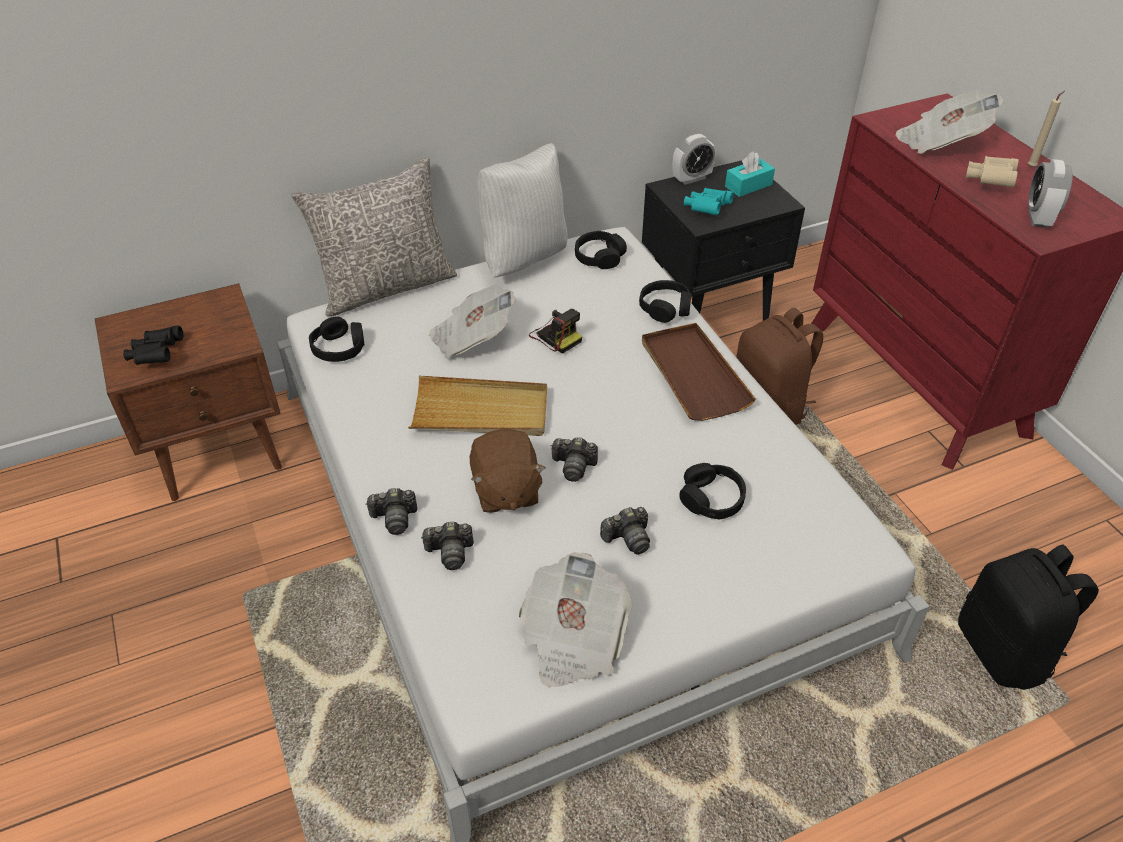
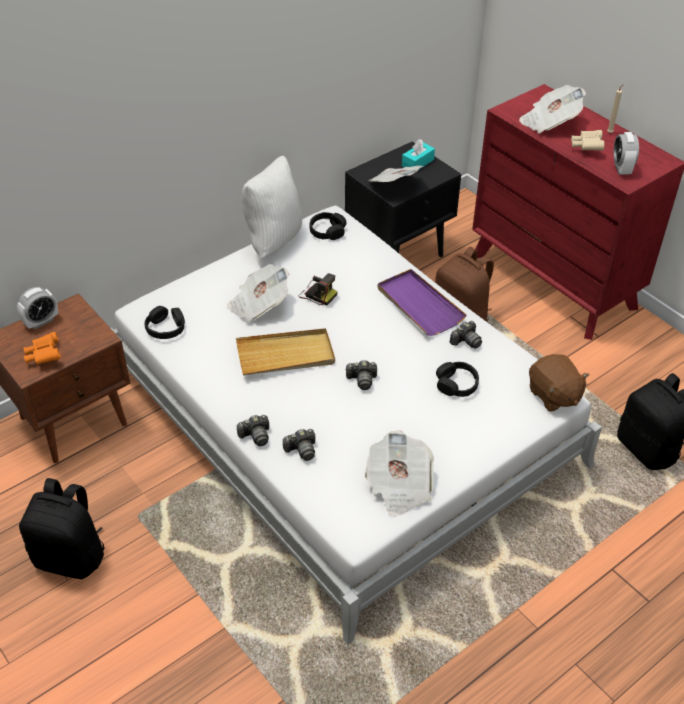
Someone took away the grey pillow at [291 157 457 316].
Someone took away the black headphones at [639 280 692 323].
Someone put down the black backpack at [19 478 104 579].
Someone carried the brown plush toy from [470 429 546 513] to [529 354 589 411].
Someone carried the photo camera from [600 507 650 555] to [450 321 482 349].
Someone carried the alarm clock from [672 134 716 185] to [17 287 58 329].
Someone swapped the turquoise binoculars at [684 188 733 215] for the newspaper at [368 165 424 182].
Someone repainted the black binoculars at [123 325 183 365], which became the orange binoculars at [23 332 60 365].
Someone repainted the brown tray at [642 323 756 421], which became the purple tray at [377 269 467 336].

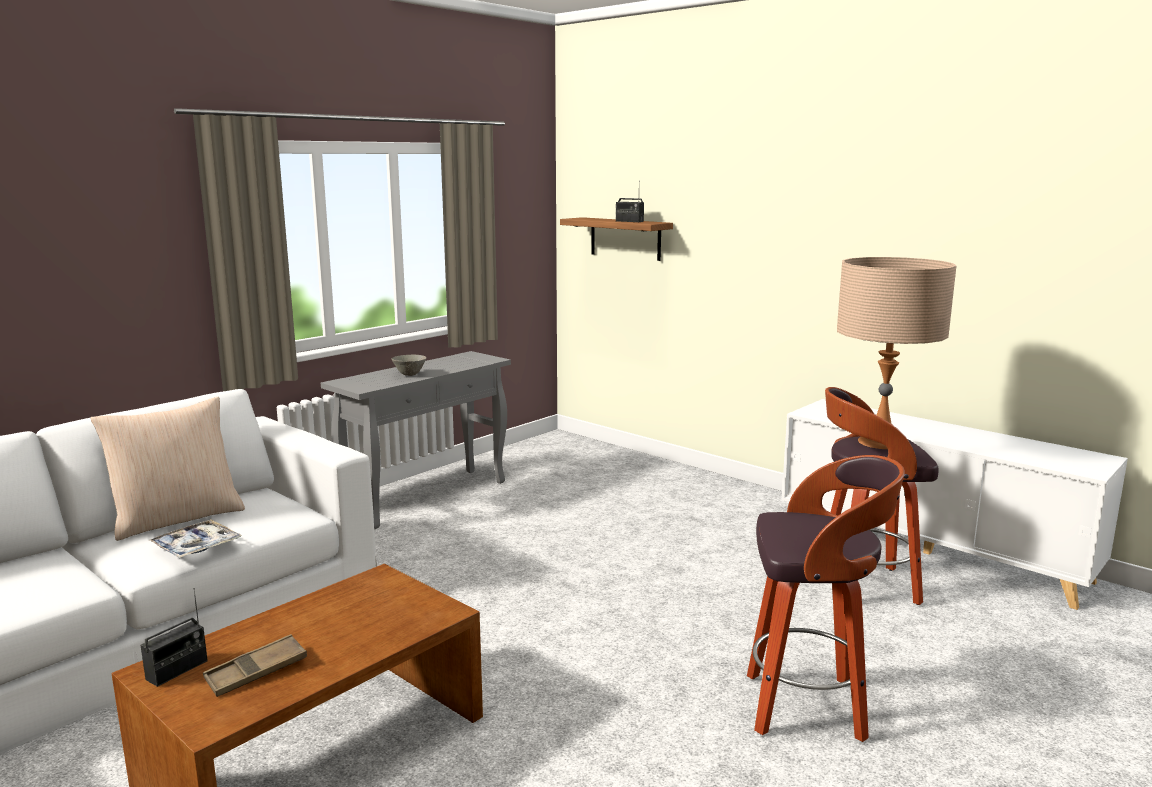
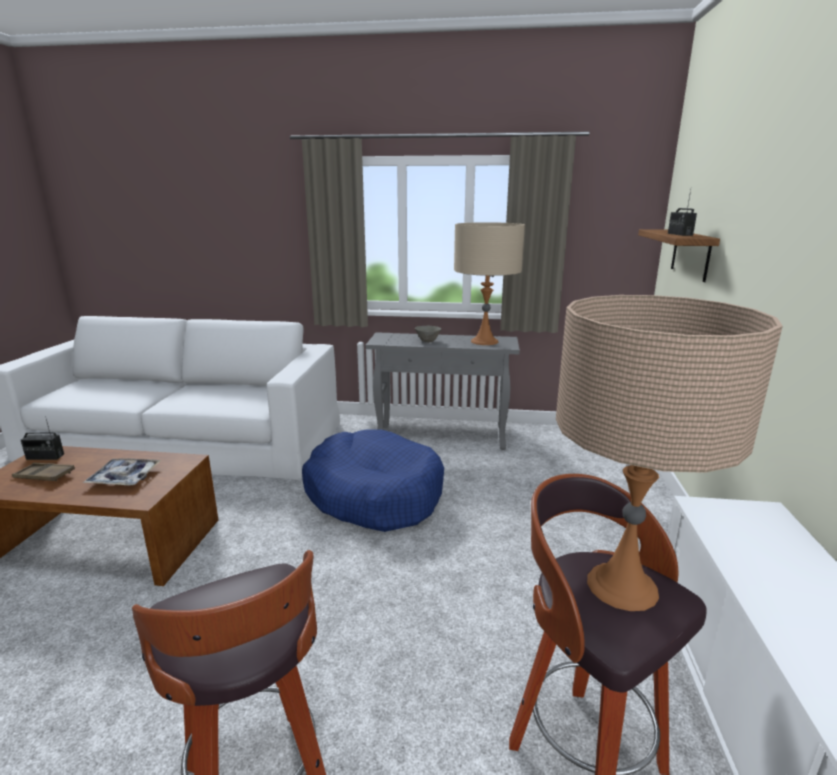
Someone took away the beige pillow at [90 397 245 541].
Someone put down the blue dog bed at [302 430 444 532].
Someone put down the beige table lamp at [454 222 525 345].
Someone carried the tray from [148 519 242 558] to [83 458 161 486].

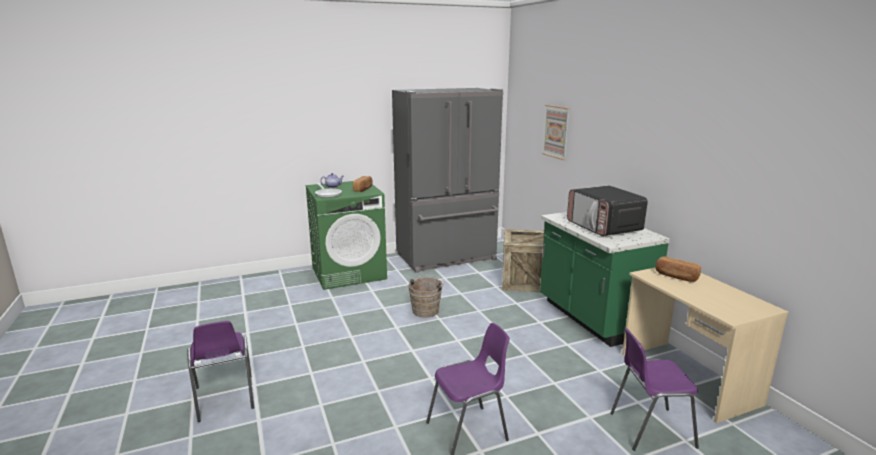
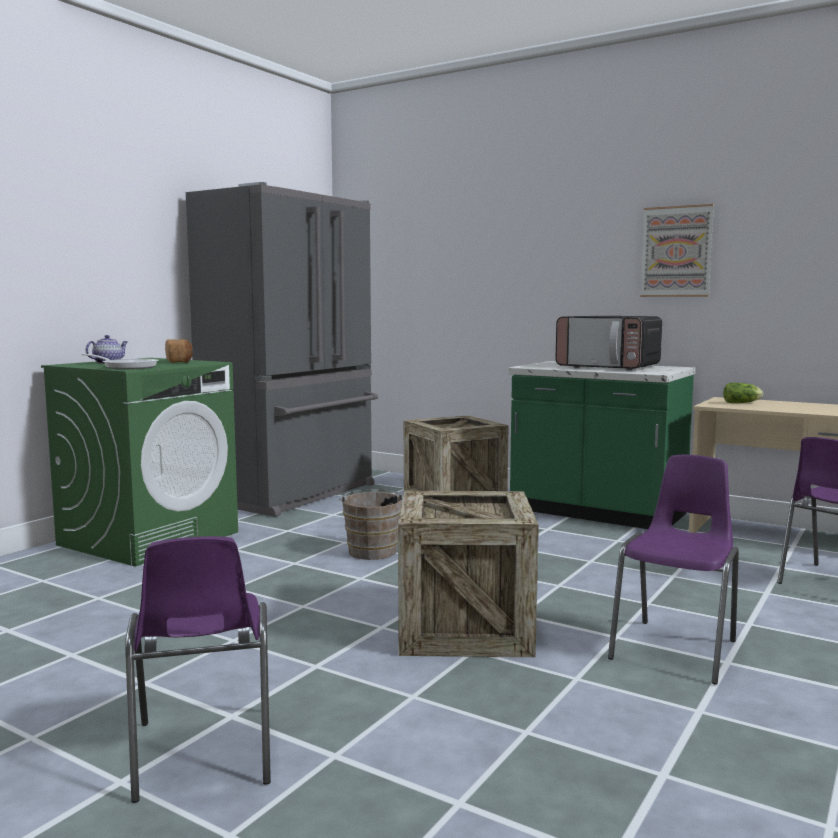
Someone put down the crate at [398 491 539 657].
Someone carried the picture from [542 105 570 160] to [640 204 714 297].
Someone swapped the bread at [655 256 701 282] for the lettuce at [723 383 763 403].
Someone rotated the purple chair at [187 321 254 422] by 45 degrees clockwise.

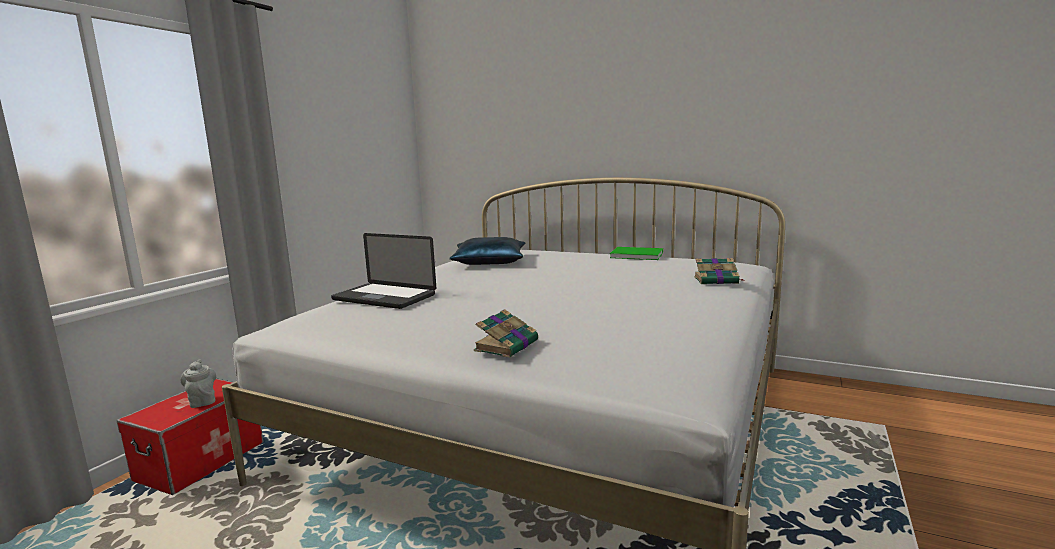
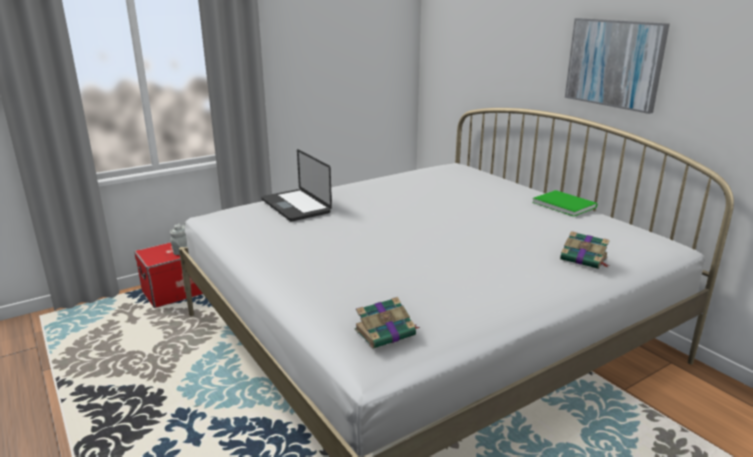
Someone took away the blue pillow at [449 237 526 265].
Someone put up the picture at [565 18 670 114].
Someone carried the book from [474 309 538 358] to [355 297 420 349].

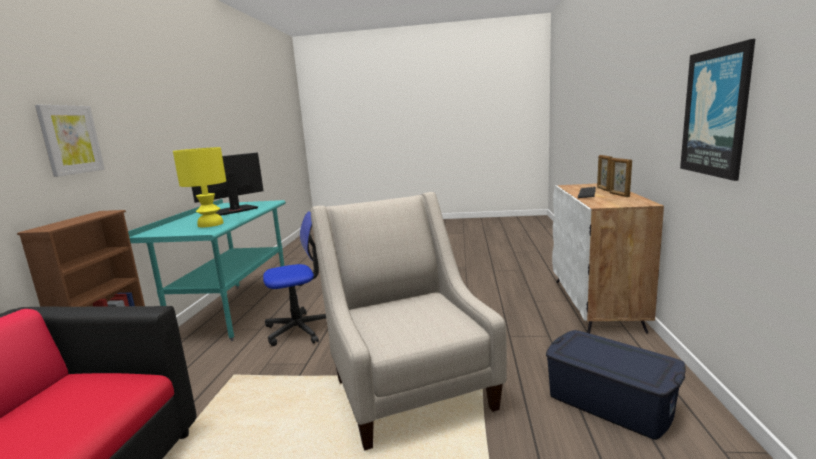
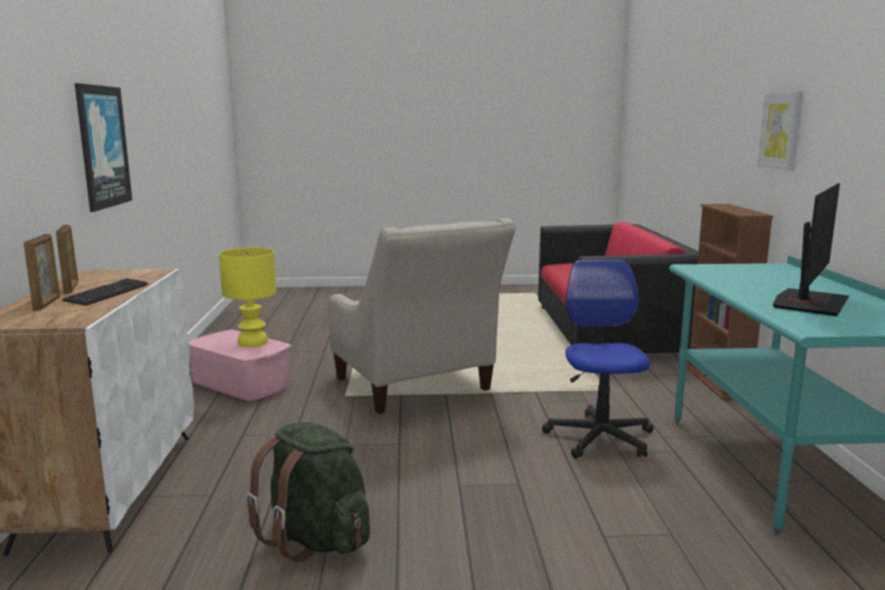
Someone put down the green backpack at [246 422 370 562].
Someone carried the yellow table lamp from [173 147 226 227] to [219 248 276 347].
Someone repainted the blue storage box at [546 330 686 440], which became the pink storage box at [188 330 291 401].
Someone rotated the office chair at [263 211 326 346] by 120 degrees clockwise.

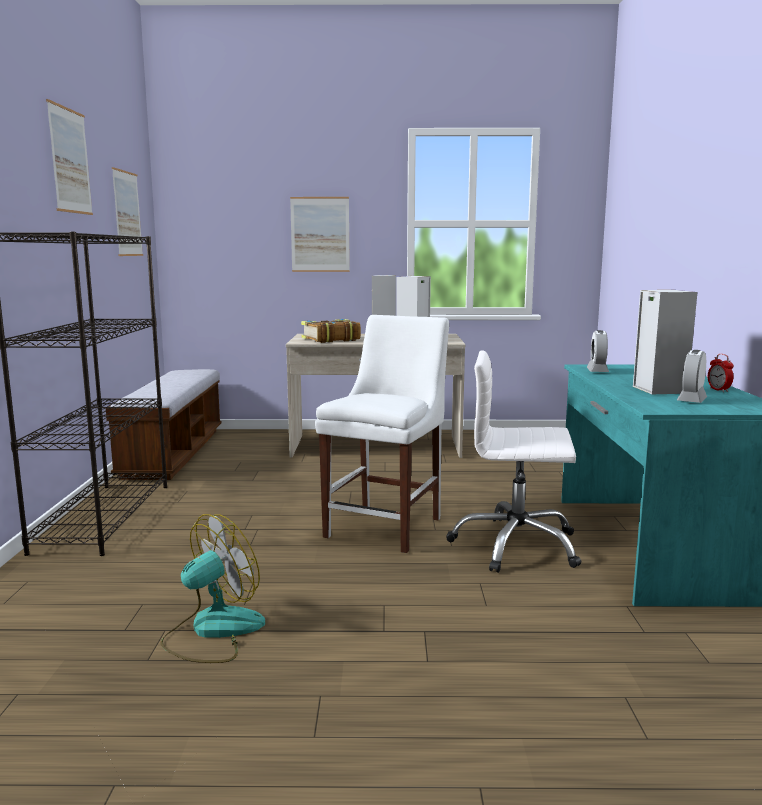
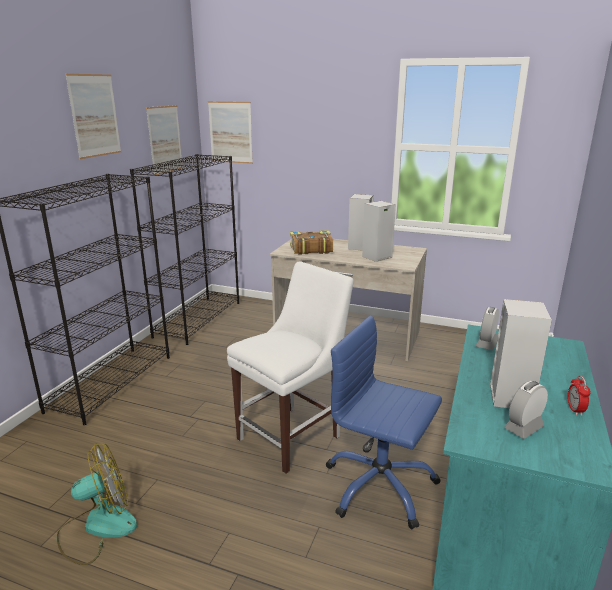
Someone carried the picture from [290 197 350 272] to [208 101 253 164].
Someone swapped the bench at [106 369 222 480] for the black bookcase at [130 154 239 345].
Someone repainted the white office chair at [446 350 581 573], which became the blue office chair at [326 316 442 529].

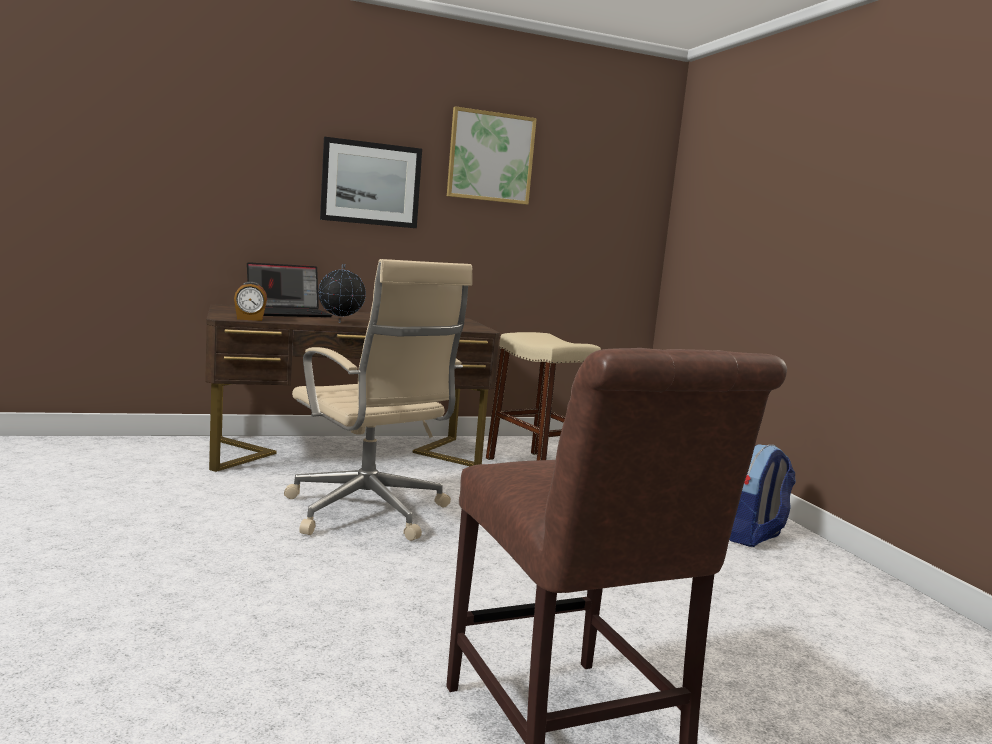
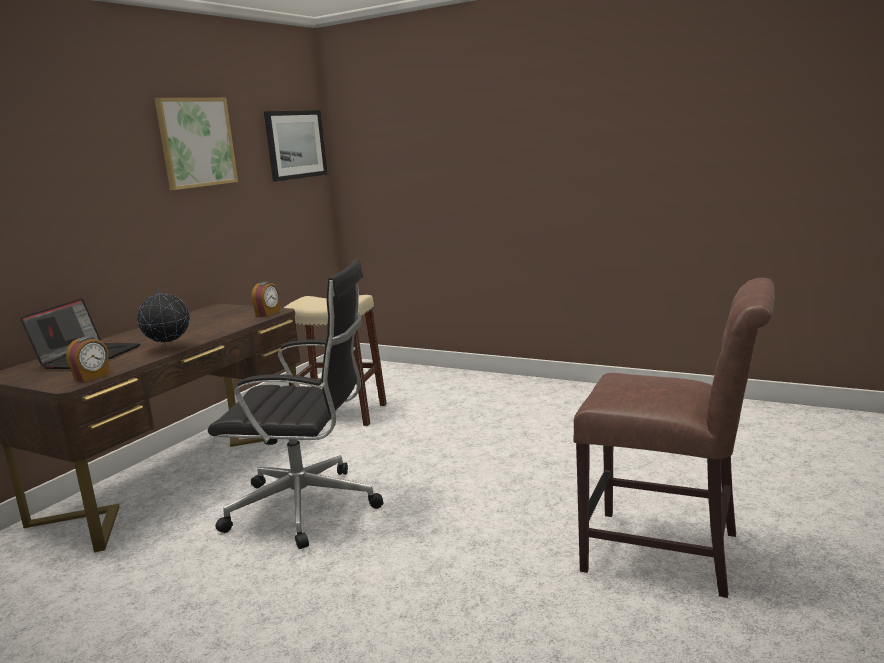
Someone took away the backpack at [729 444 796 547].
Someone put down the alarm clock at [251 282 279 316].
Someone carried the picture from [320 137 422 228] to [264 110 327 182].
Someone repainted the beige office chair at [284 259 472 541], which became the black office chair at [208 259 383 549].

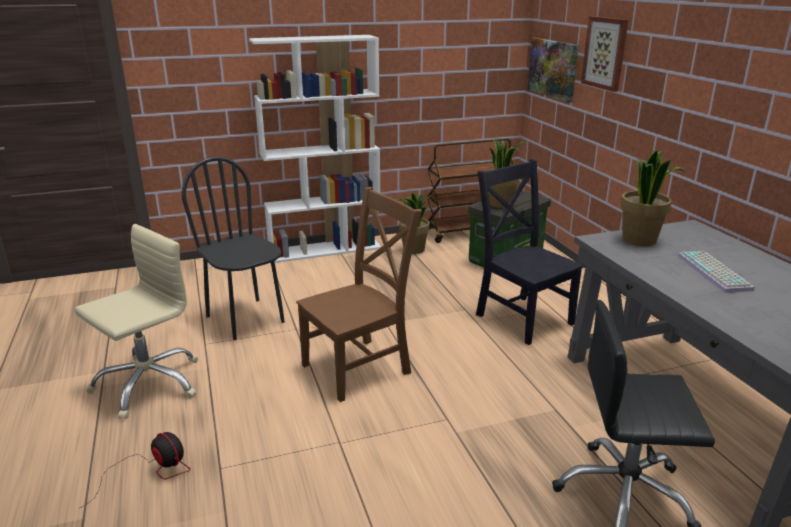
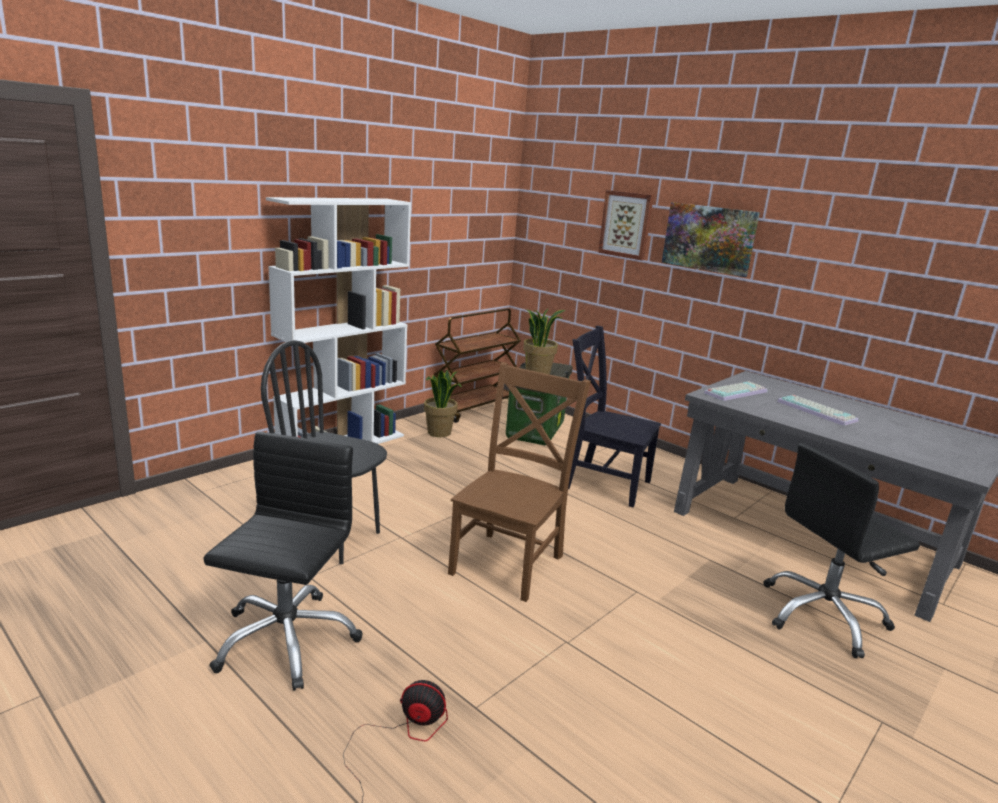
Someone carried the picture from [528 38 579 102] to [662 202 760 277].
Someone swapped the potted plant at [620 150 685 246] for the keyboard at [704 381 768 401].
Someone repainted the beige office chair at [75 224 198 419], which became the black office chair at [203 432 362 691].

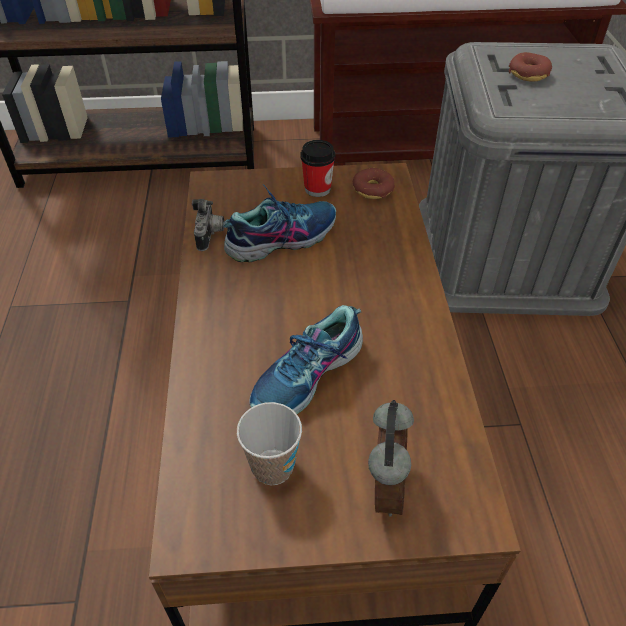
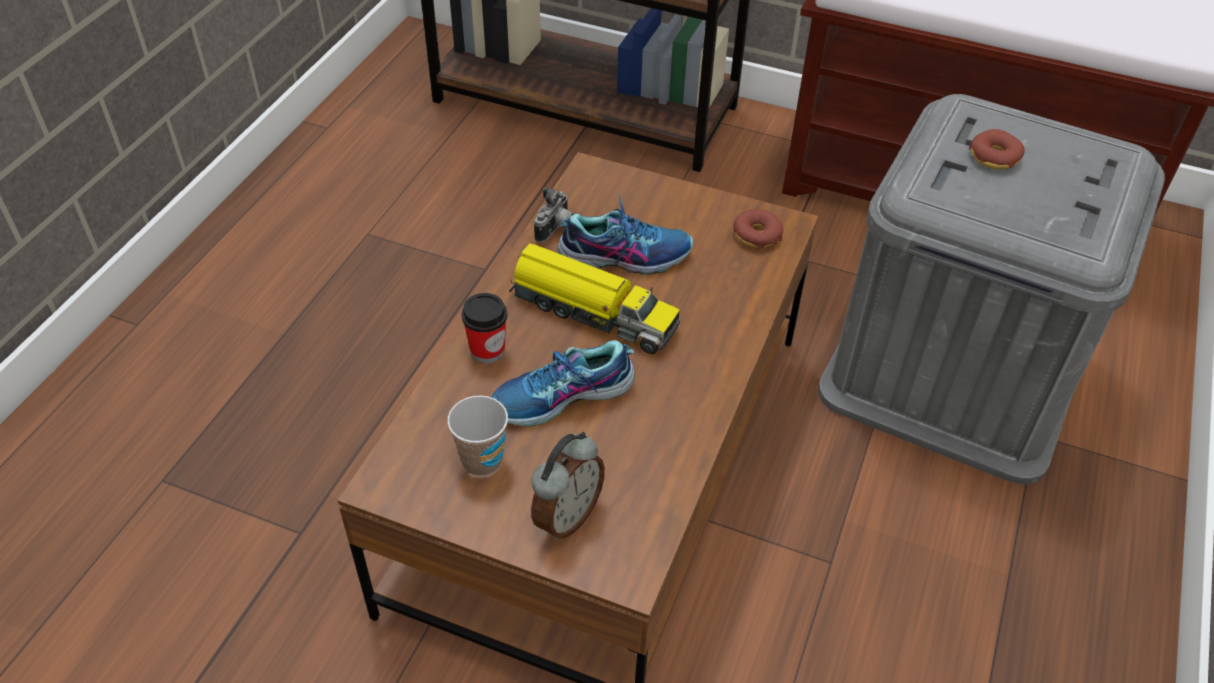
Someone put down the toy truck at [509 243 680 354].
Someone carried the cup from [300 140 335 197] to [461 293 507 363].

